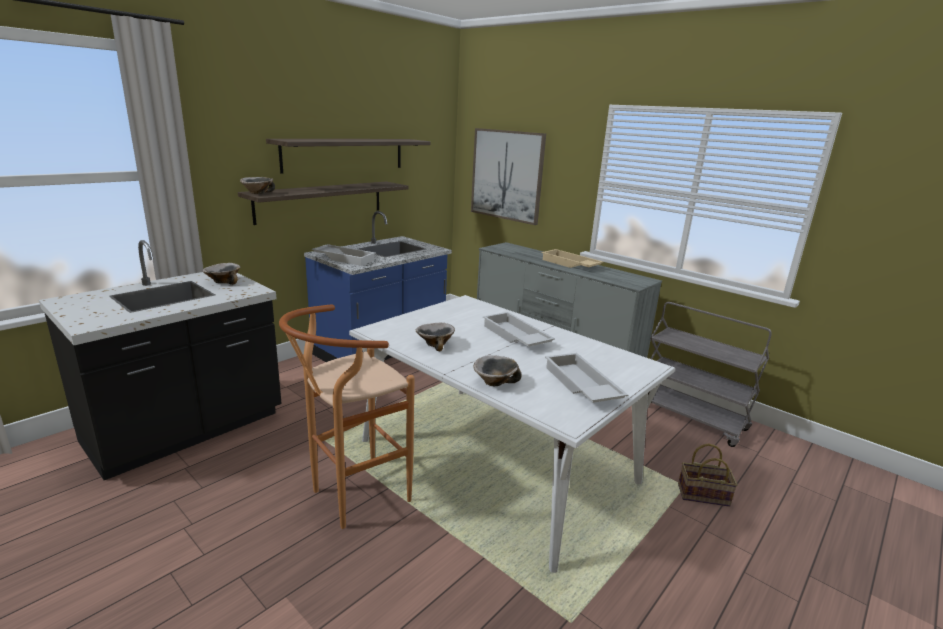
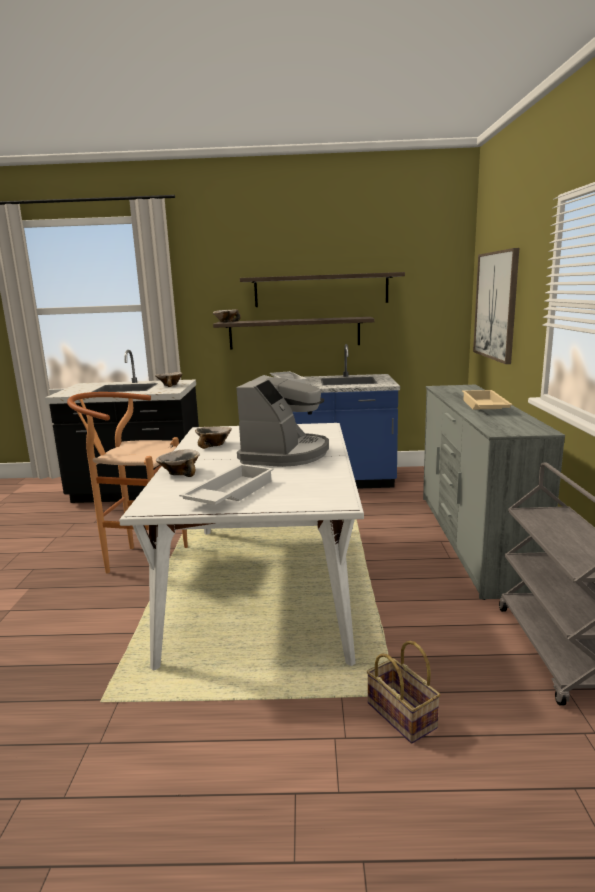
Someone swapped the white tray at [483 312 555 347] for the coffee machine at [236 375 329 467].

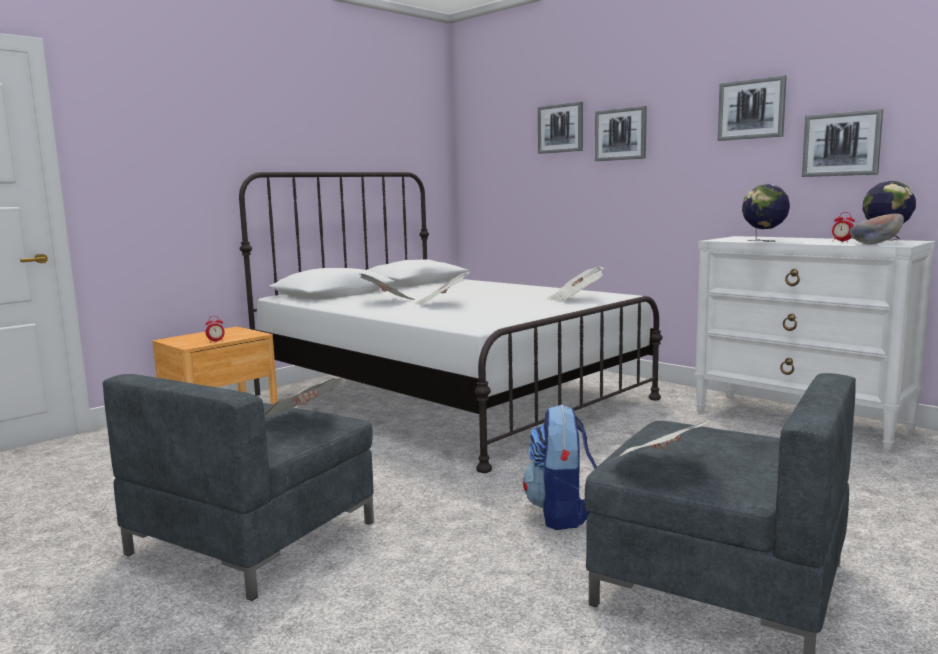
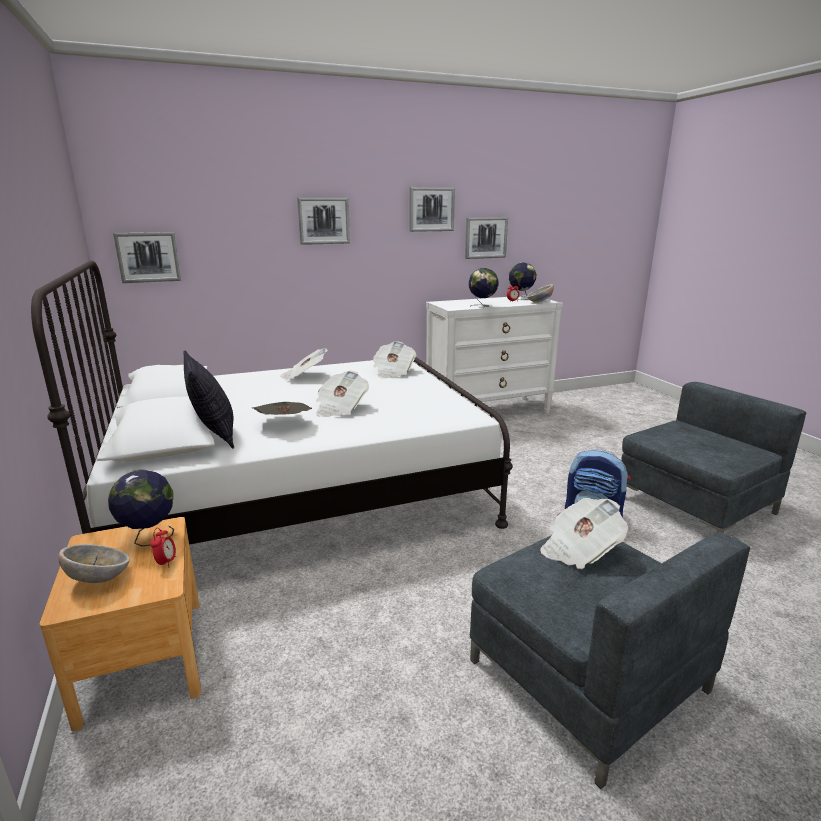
Someone put down the bowl at [58 544 130 583].
Someone put down the globe at [108 470 174 546].
Someone put down the pillow at [183 351 234 449].
Someone carried the picture from [538 102 583 154] to [113 232 181 283].
Someone carried the newspaper from [609 419 711 461] to [280 348 328 380].

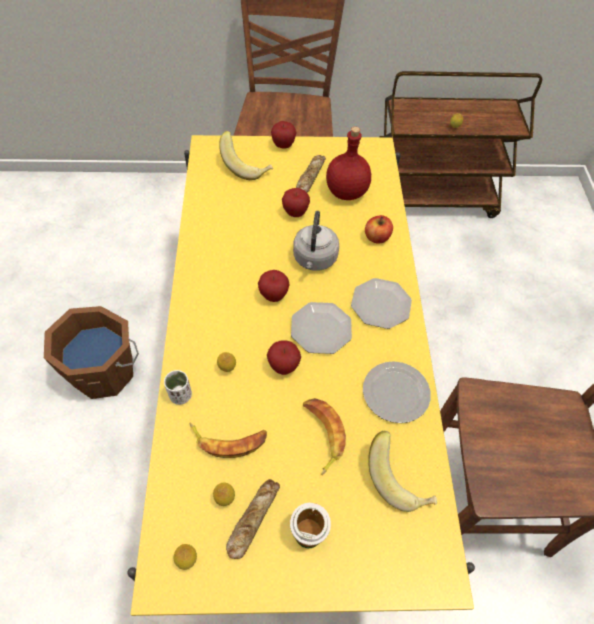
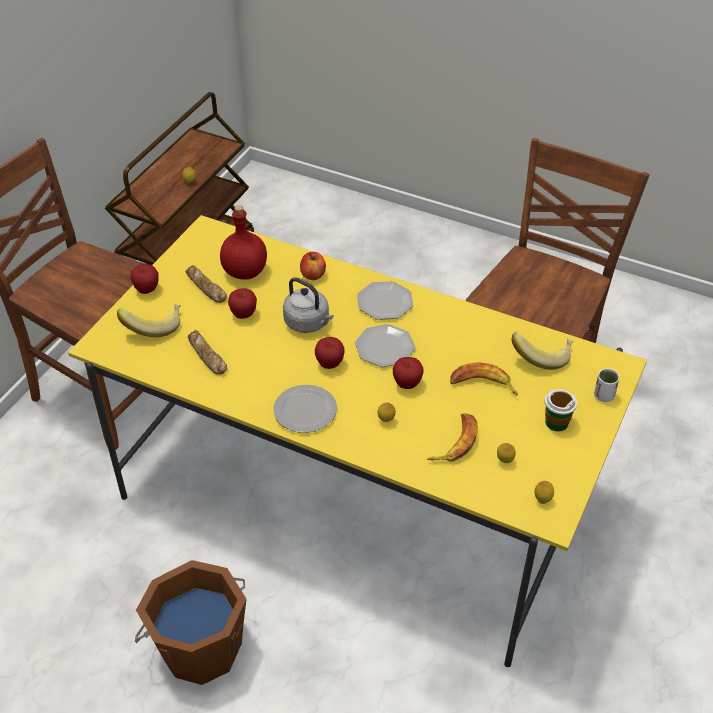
Someone carried the white cup from [164 370 192 405] to [594 368 620 402].
Someone carried the bread from [226 479 280 559] to [188 330 227 375].
Someone carried the plate from [363 361 431 423] to [273 385 337 433].

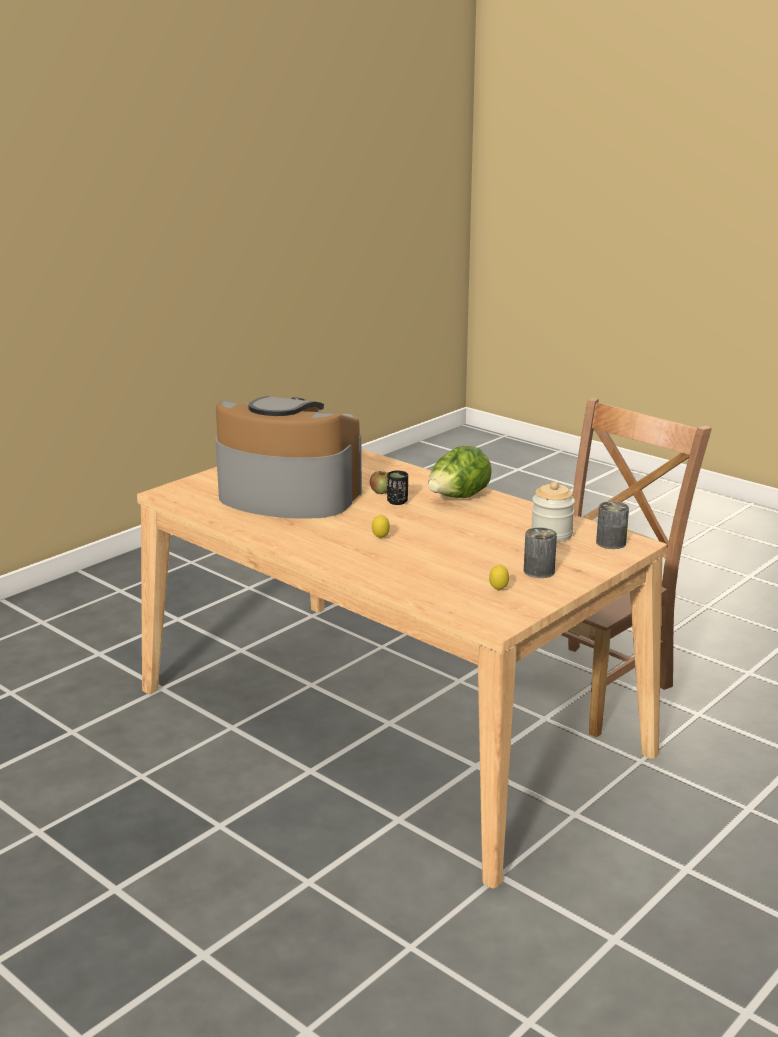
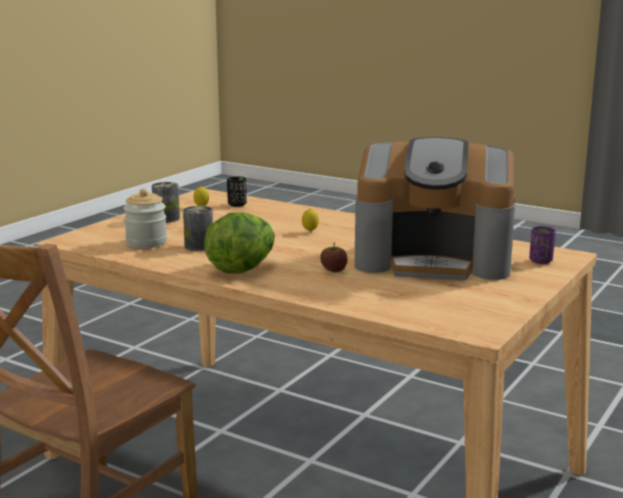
Someone put down the purple cup at [529 226 556 264].
Someone carried the black cup from [387 470 408 505] to [227 177 247 207].
Someone carried the can from [596 501 629 549] to [183 206 213 251].

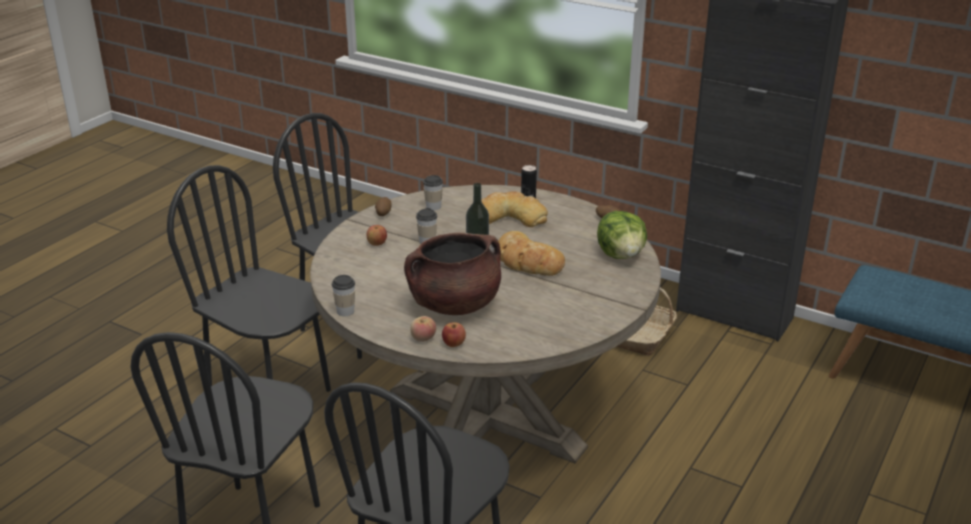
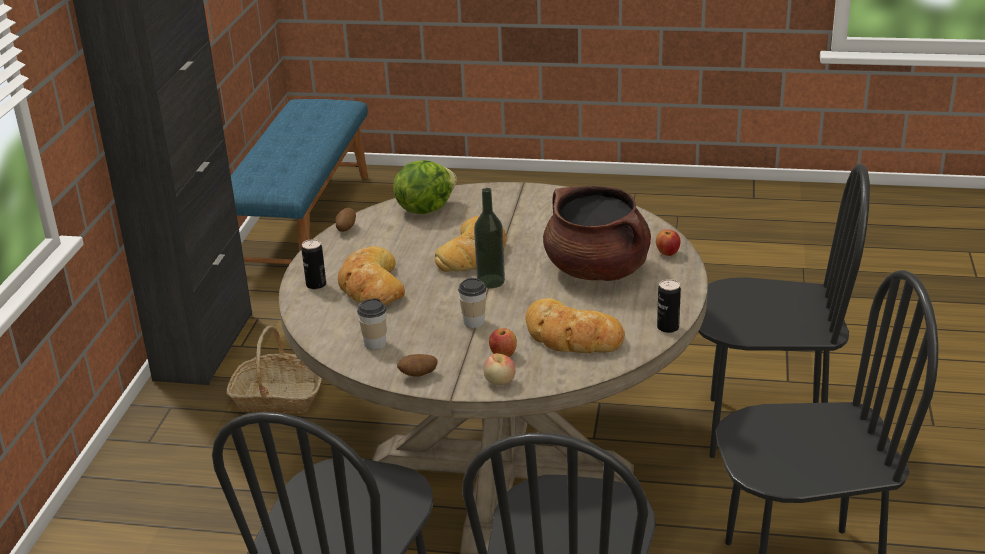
Someone put down the bread at [525 298 625 353].
Someone carried the apple from [410 316 436 342] to [483 353 515 385].
Someone swapped the cup at [332 275 355 316] for the can at [657 279 681 333].

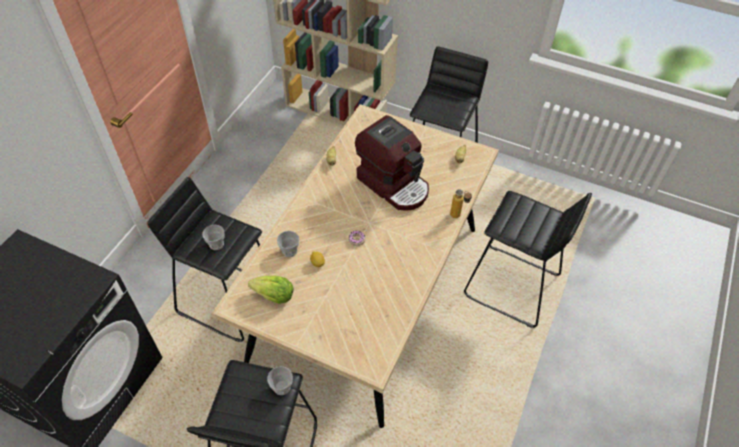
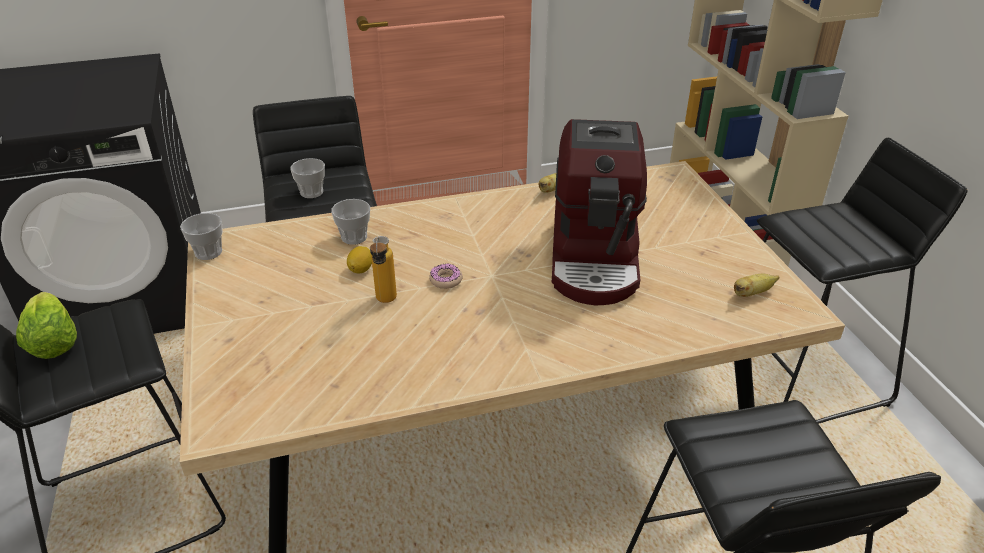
Someone carried the lettuce from [248 276 294 304] to [16 292 77 359].
Someone carried the cup from [267 366 293 395] to [180 213 223 260].
Someone carried the bottle from [450 189 472 218] to [370 236 397 303].

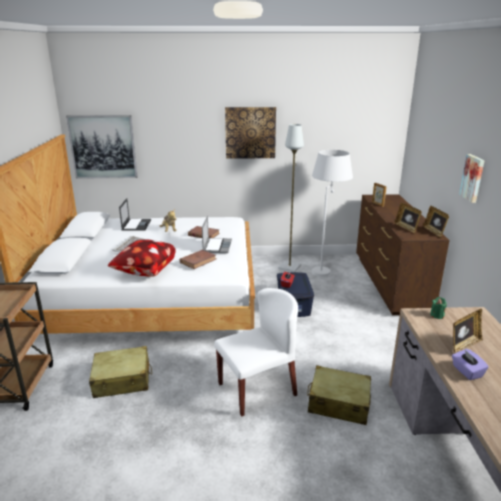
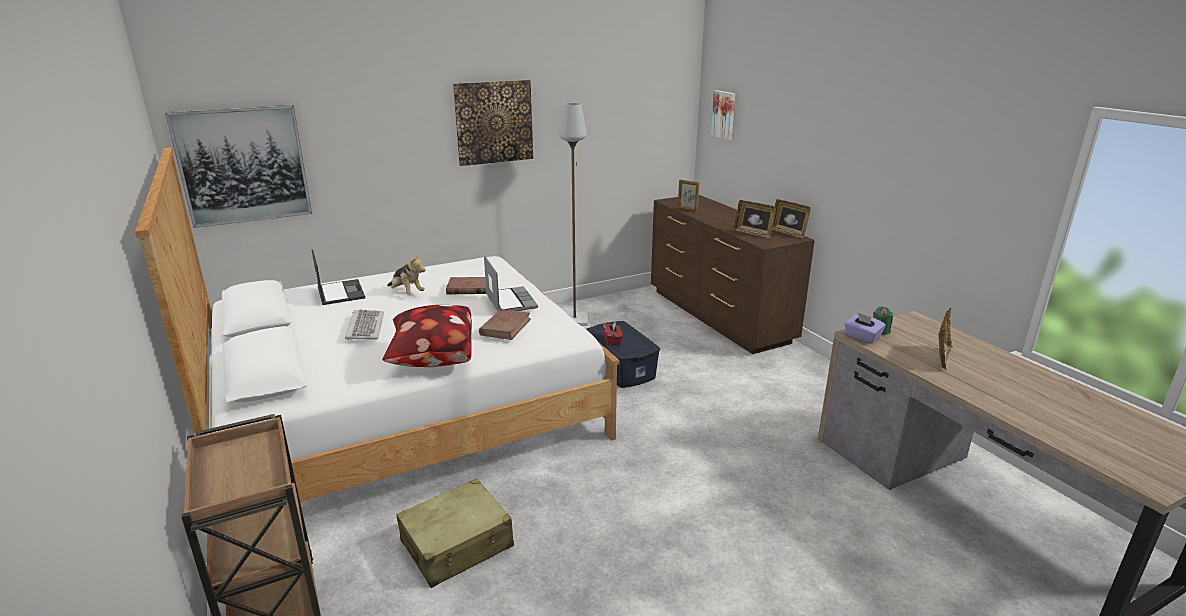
Someone took away the white chair at [214 288 298 416].
Someone took away the beige suitcase at [307 366 371 425].
Someone took away the white floor lamp at [312 150 353 277].
Someone carried the purple tissue box from [452 349 489 380] to [844 313 886 344].
Someone carried the picture from [459 154 485 203] to [711 90 735 140].

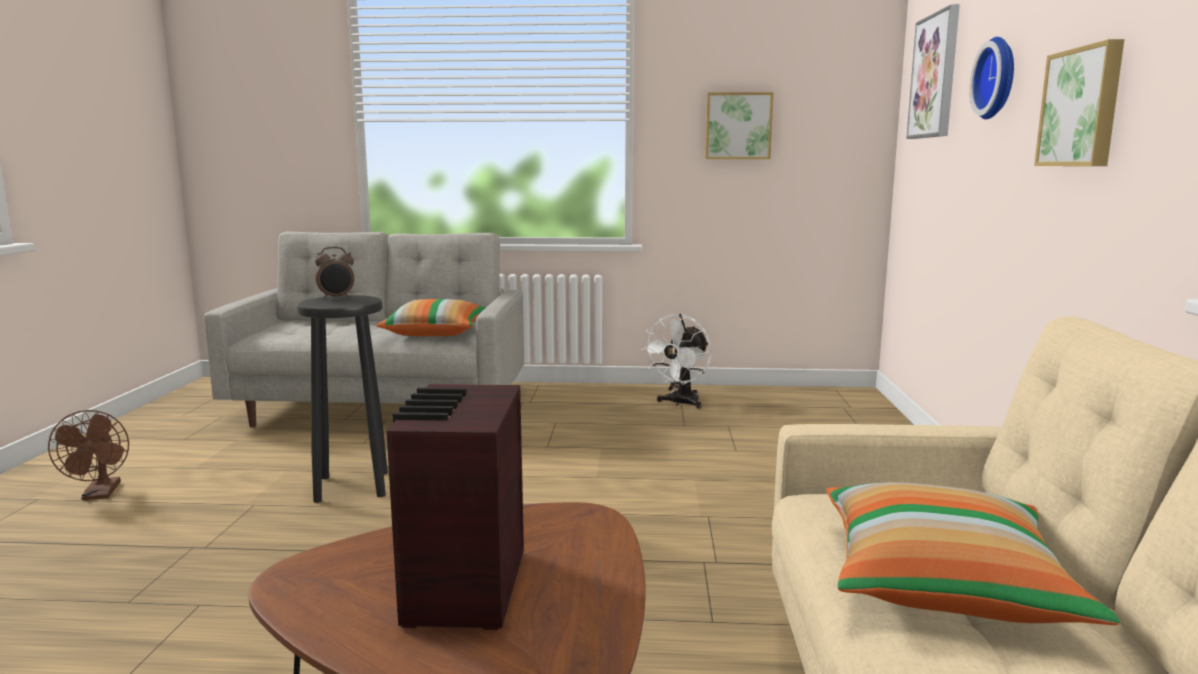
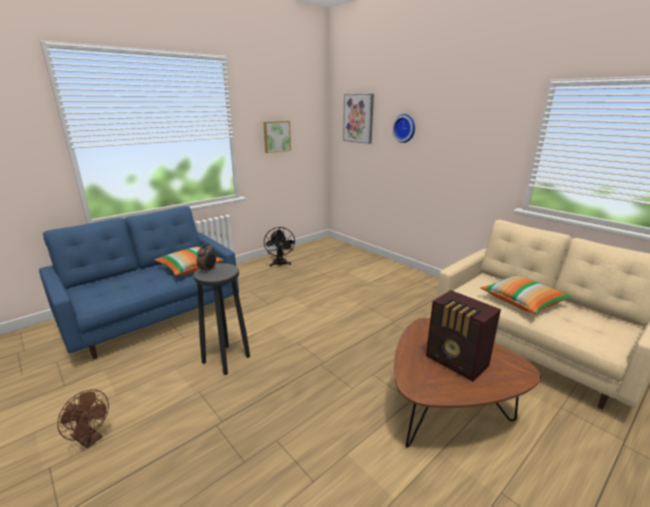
Someone took away the picture at [1034 39 1124 166].
Someone repainted the grey sofa at [204 232 524 428], which became the blue sofa at [39 206 239 359].
Someone repainted the white fan at [641 314 711 409], which became the black fan at [264 227 296 267].

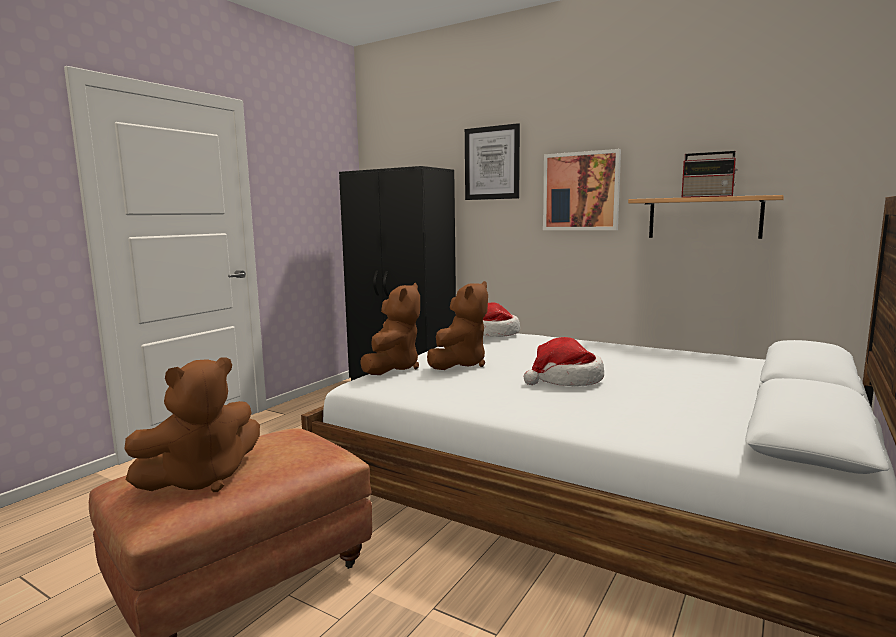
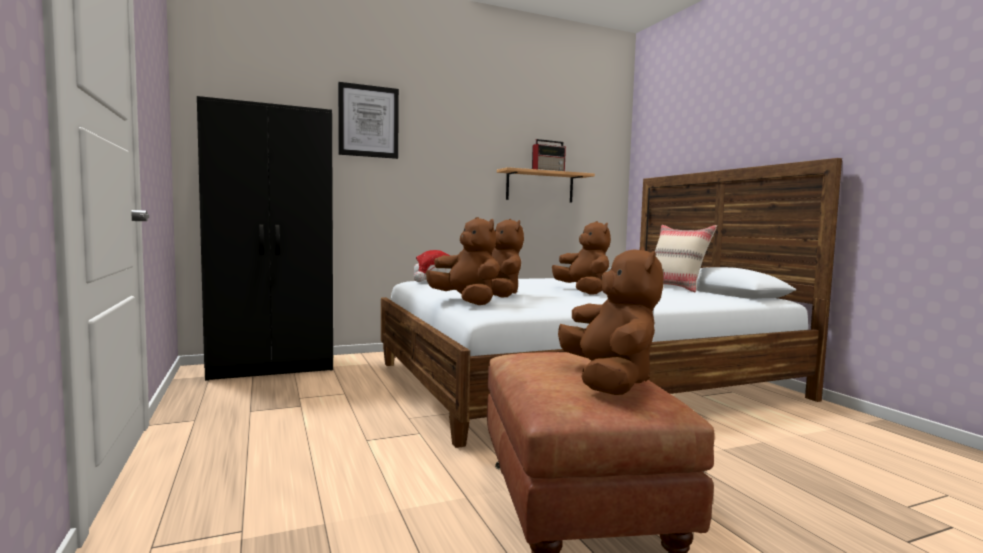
Someone took away the picture at [543 149 621 230].
Someone put down the beige pillow at [655 225 717 292].
Someone swapped the hat at [524 337 604 386] for the brown plush toy at [552 221 611 295].

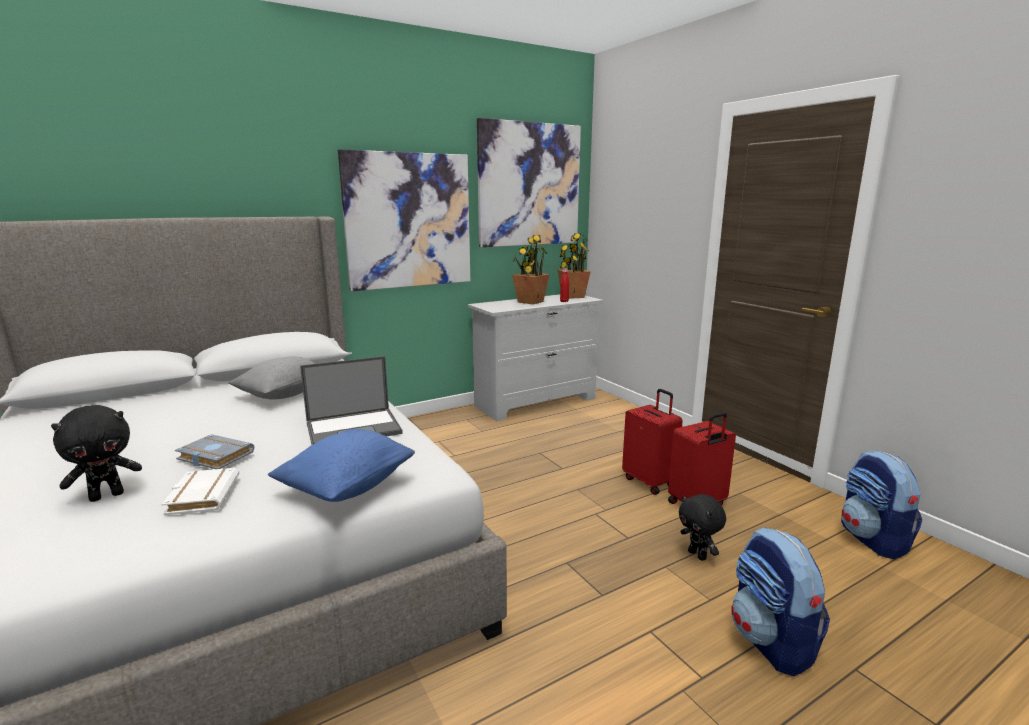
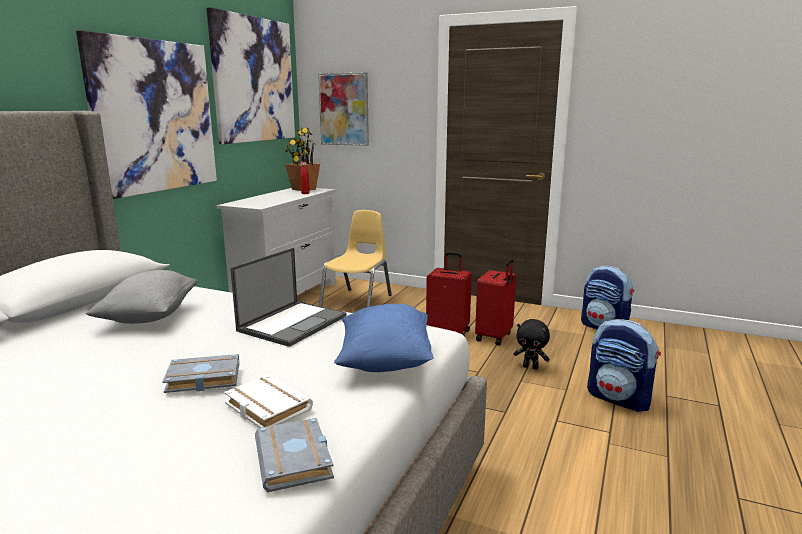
Someone took away the black plush toy at [51 405 142 502].
Someone took away the potted plant at [512 235 550 304].
Someone put down the grey book at [255 418 334 492].
Someone put up the picture at [318 72 369 146].
Someone put down the yellow chair at [319 210 392 307].

